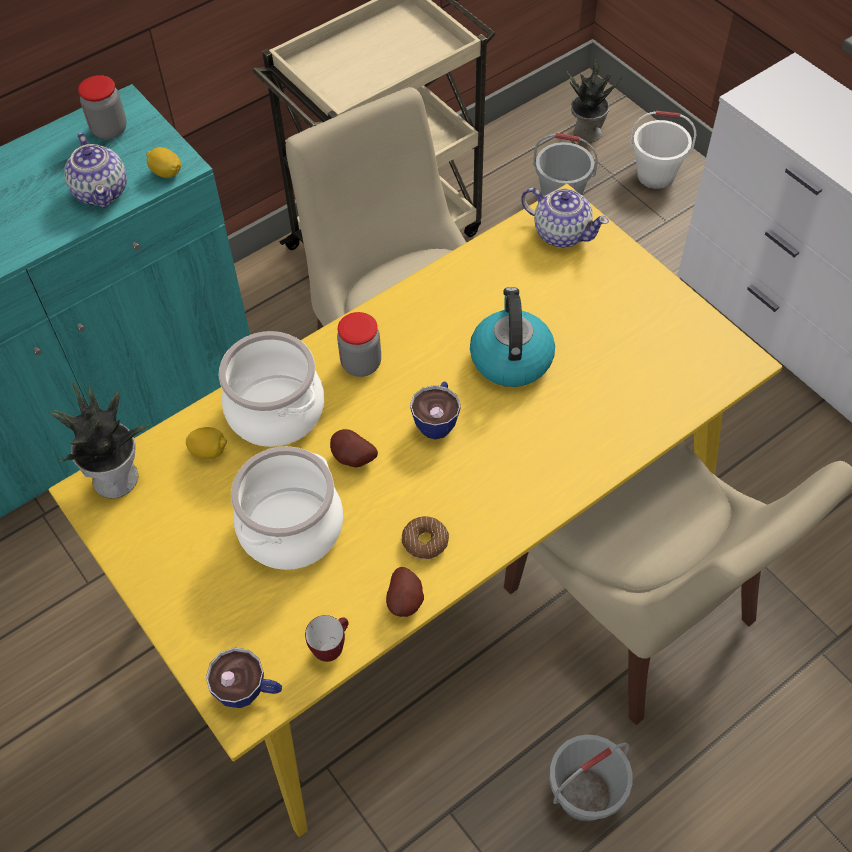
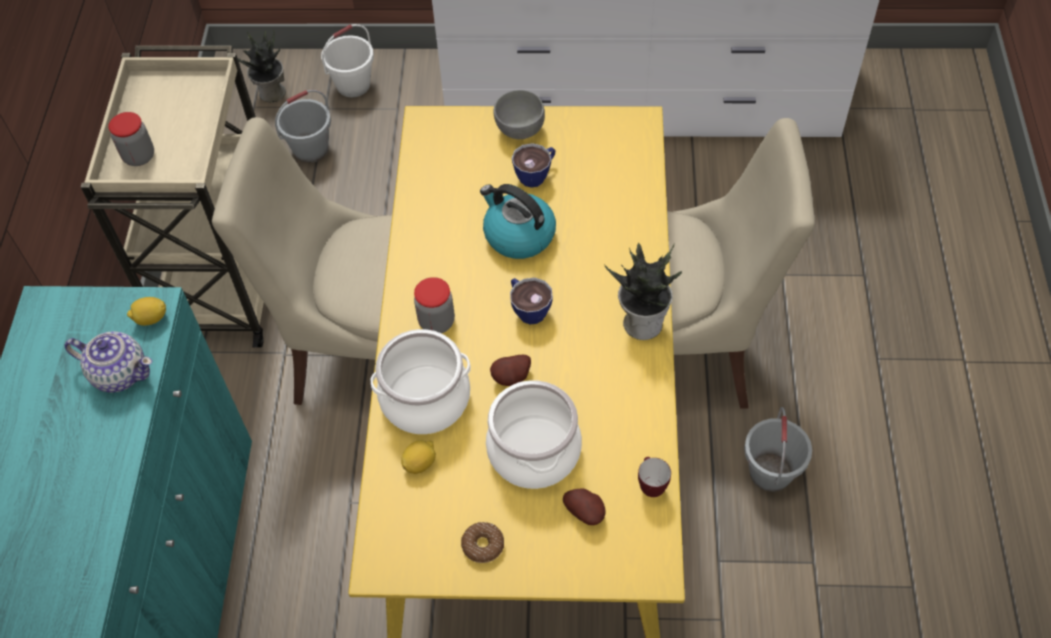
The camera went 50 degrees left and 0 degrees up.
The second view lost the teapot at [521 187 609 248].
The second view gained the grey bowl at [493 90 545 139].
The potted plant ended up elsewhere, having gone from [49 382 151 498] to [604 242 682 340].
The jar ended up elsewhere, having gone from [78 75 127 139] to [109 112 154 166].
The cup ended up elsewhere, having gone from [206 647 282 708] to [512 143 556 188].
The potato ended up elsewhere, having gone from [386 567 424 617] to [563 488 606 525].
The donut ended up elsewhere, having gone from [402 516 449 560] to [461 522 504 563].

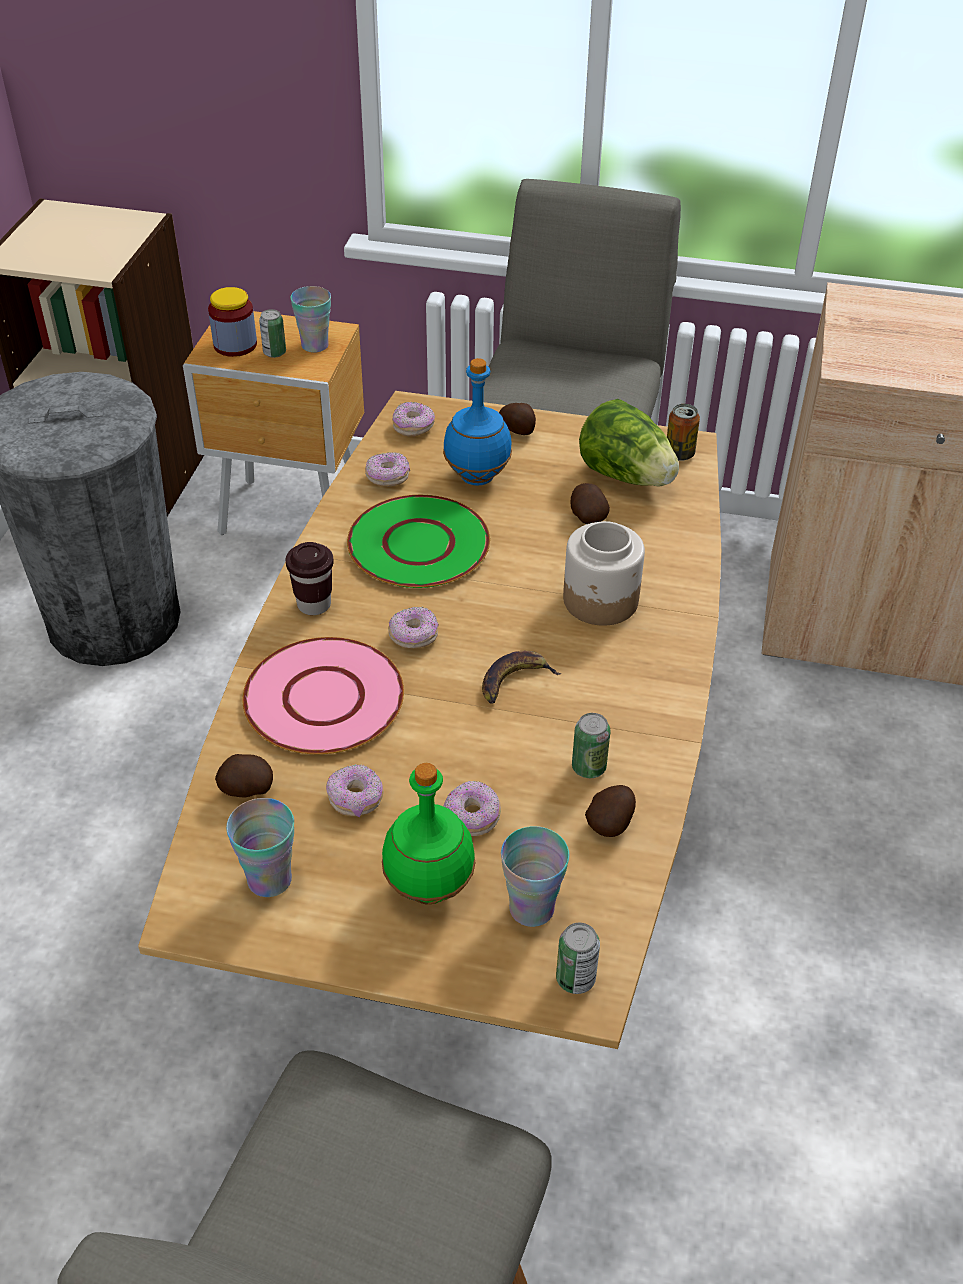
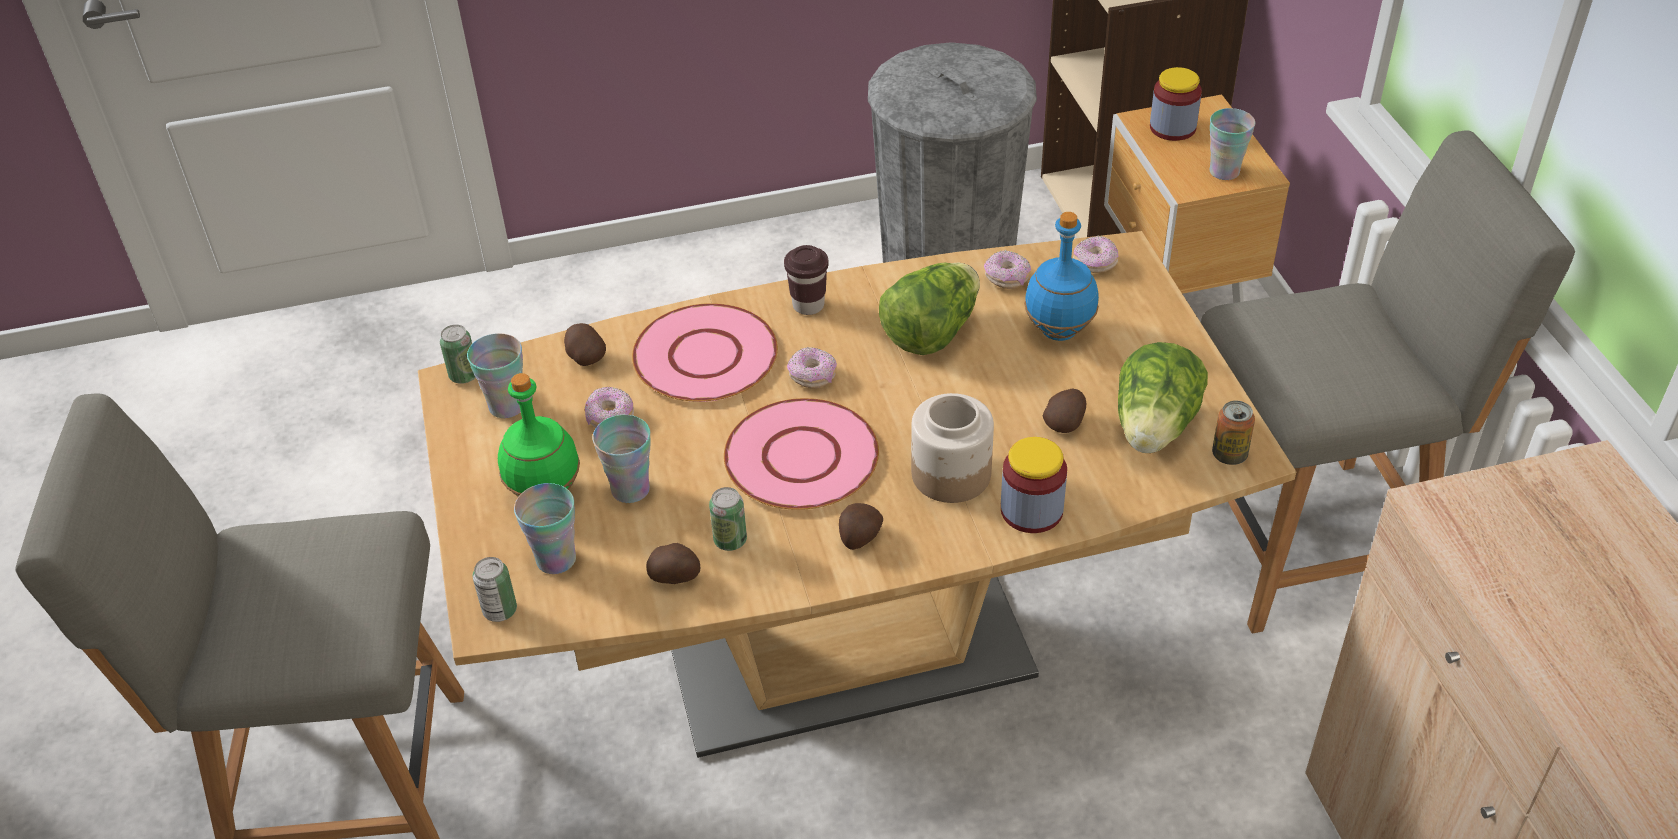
The camera went 65 degrees right and 0 degrees up.
The second view gained the jar at [1001 437 1067 533].
The can ended up elsewhere, having gone from [259 309 286 358] to [439 325 476 384].
The potato ended up elsewhere, having gone from [499 403 536 435] to [839 503 883 550].
Where the green plate stood at [347 495 490 588], the lettuce came to stand at [879 262 980 355].
Where the donut stood at [443 781 501 836], the cup came to stand at [593 415 651 503].
Where the banana stood at [482 651 562 704], the pink plate came to stand at [724 398 879 510].

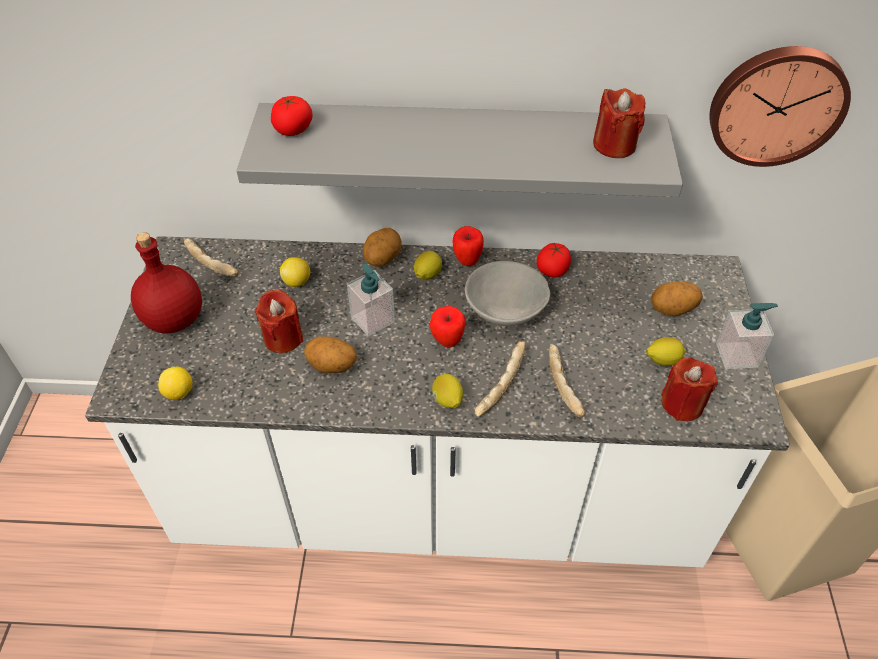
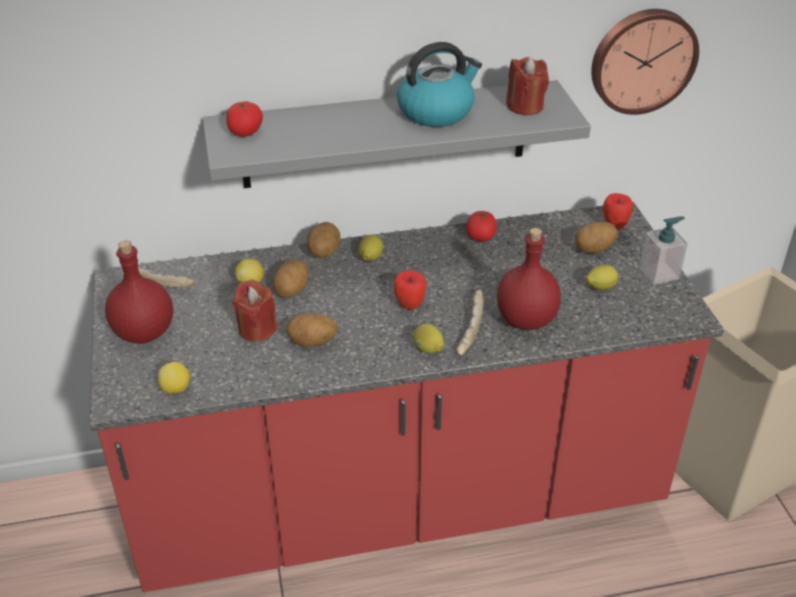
The camera went 15 degrees left and 10 degrees down.
The second view lost the soap dispenser at [347 264 395 336].
The second view lost the grey bowl at [465 261 550 326].
The second view lost the red candle at [661 357 718 421].
The second view gained the potato at [273 258 308 298].
The second view gained the kettle at [397 42 482 127].
The apple ended up elsewhere, having gone from [453 226 484 266] to [603 193 633 230].
Where the bread stood at [549 345 586 418], the red bottle came to stand at [497 228 561 330].
What was the white counter at [85 236 790 568] turned into the red counter at [89 202 724 592].

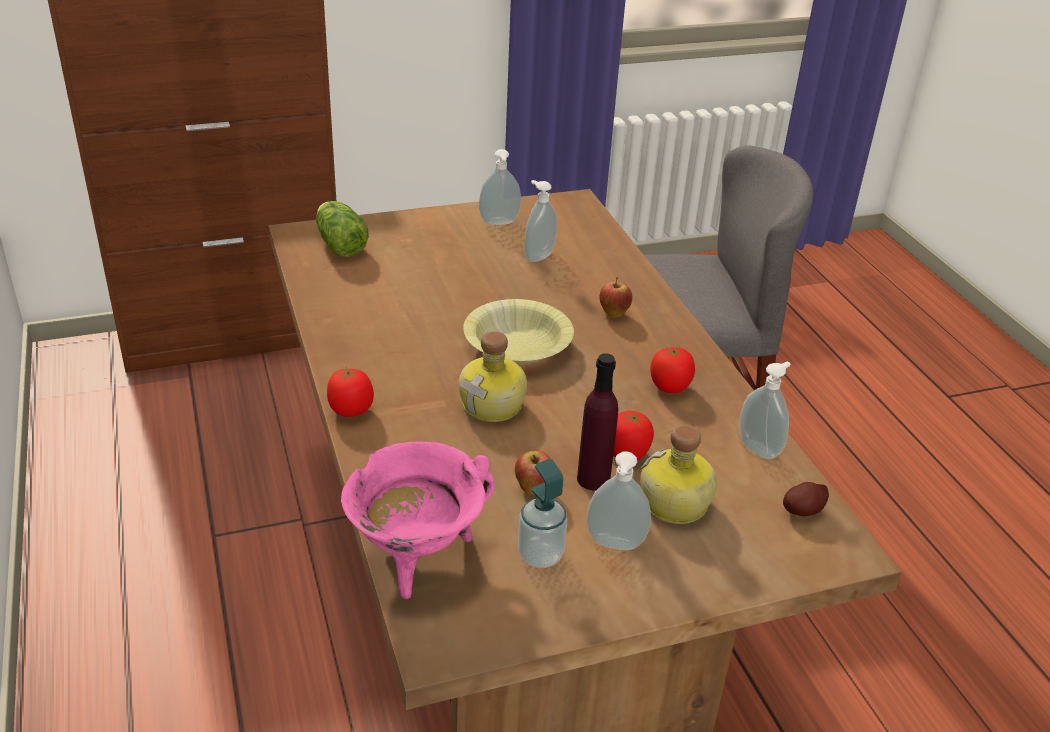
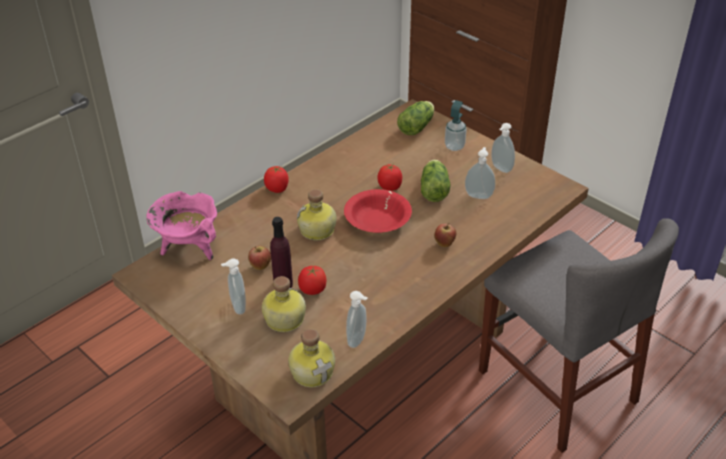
The camera went 65 degrees right and 5 degrees up.
The second view gained the lettuce at [421 160 451 202].
The soap dispenser ended up elsewhere, having gone from [518 459 567 568] to [445 100 467 151].
The tomato ended up elsewhere, having gone from [650 346 695 394] to [378 164 402 191].
Where the potato stood at [783 482 829 517], the bottle came to stand at [288 329 335 387].
What was the yellow bowl at [463 299 574 364] turned into the red bowl at [344 189 412 233].

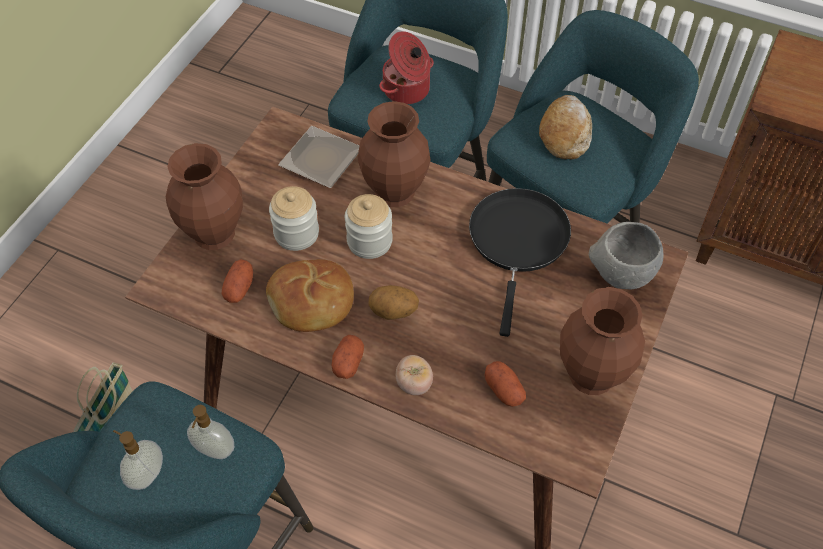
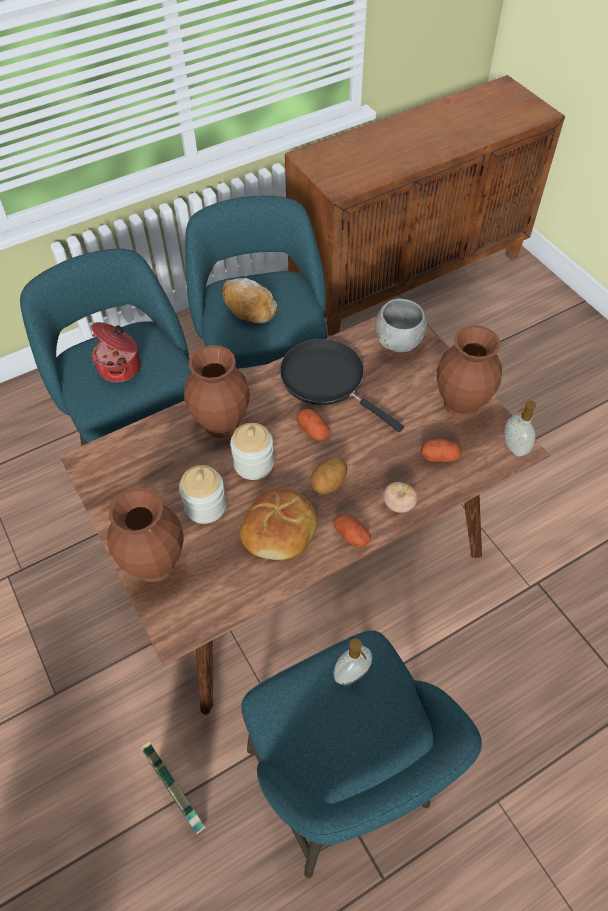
The camera went 55 degrees left and 0 degrees up.
The second view lost the plate at [278 126 359 188].
The soap dispenser ended up elsewhere, having gone from [113 430 163 490] to [504 401 536 456].
The potato ended up elsewhere, having gone from [222 259 253 303] to [297 409 331 441].

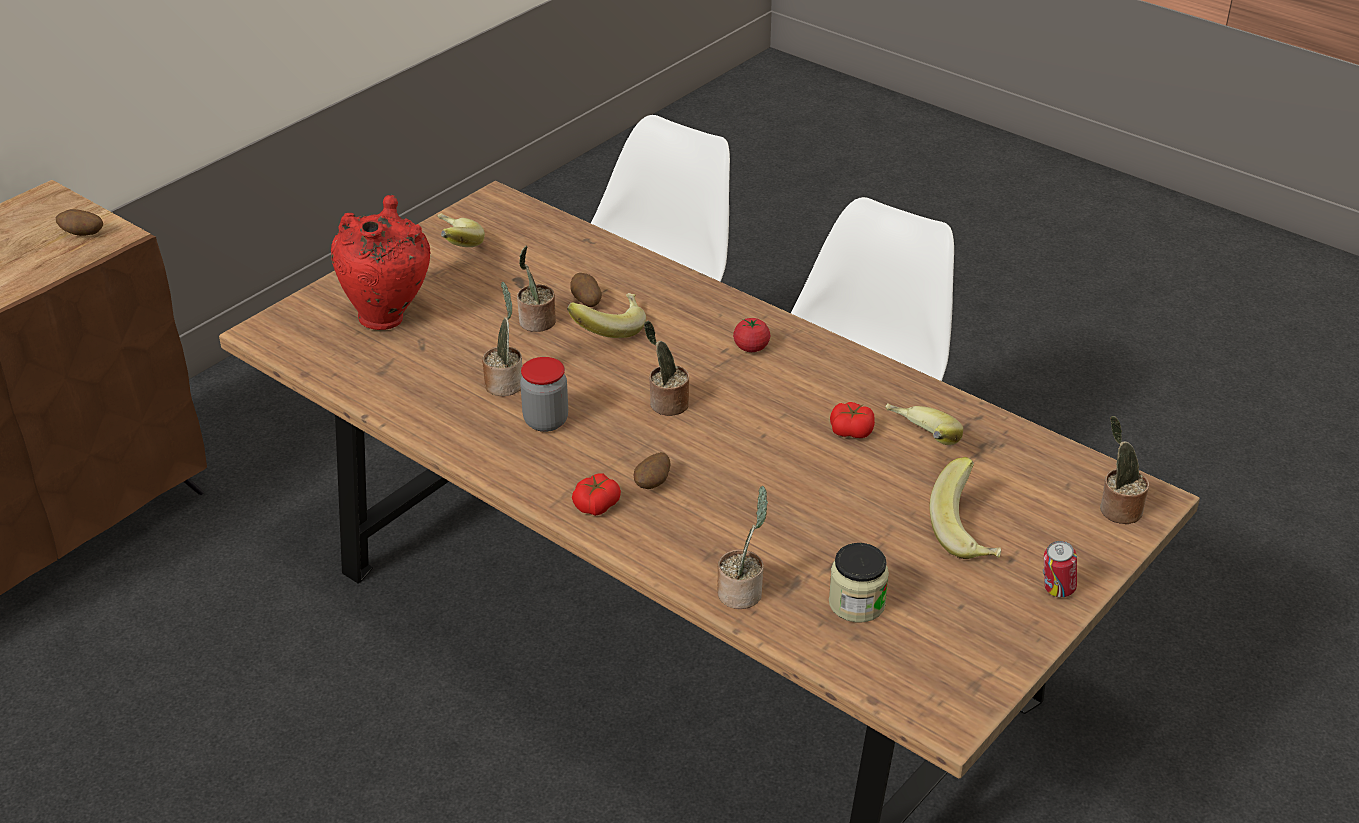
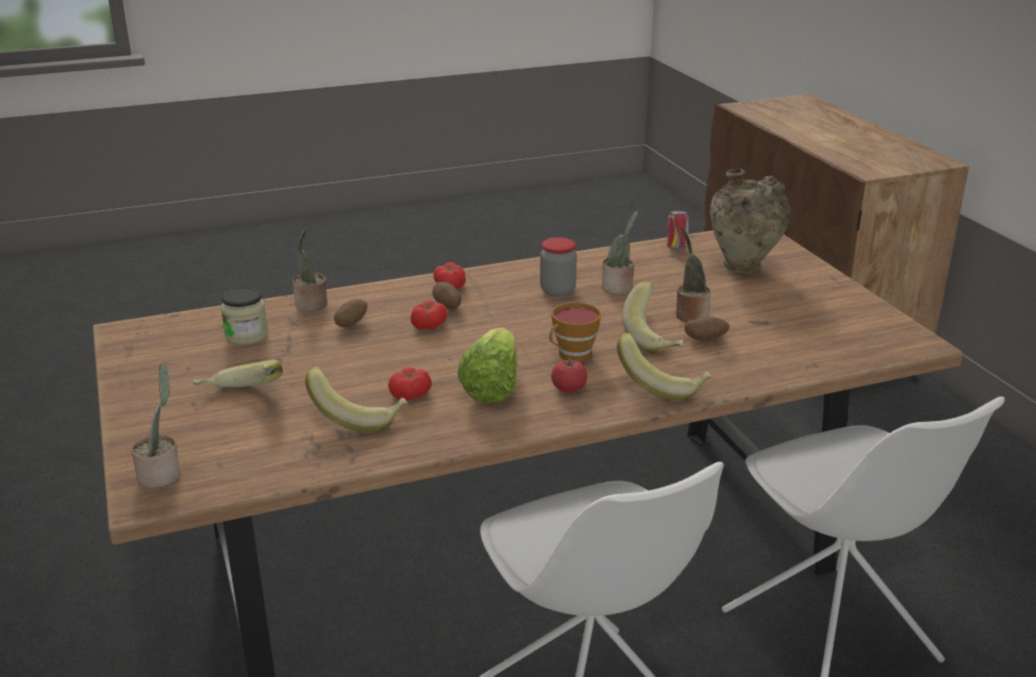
The camera went 120 degrees right and 10 degrees down.
The second view lost the potted plant at [644 320 689 416].
The second view gained the tomato at [411 300 448 330].
The second view gained the lettuce at [458 327 517 403].
The second view gained the cup at [549 302 601 362].
The potato ended up elsewhere, having gone from [56 209 103 236] to [334 299 367 327].
The banana ended up elsewhere, having gone from [437 213 485 247] to [617 333 712 400].
The can ended up elsewhere, having gone from [1043 541 1077 597] to [667 211 689 250].
What was the red vase at [331 195 431 330] turned into the beige vase at [710 169 791 274].

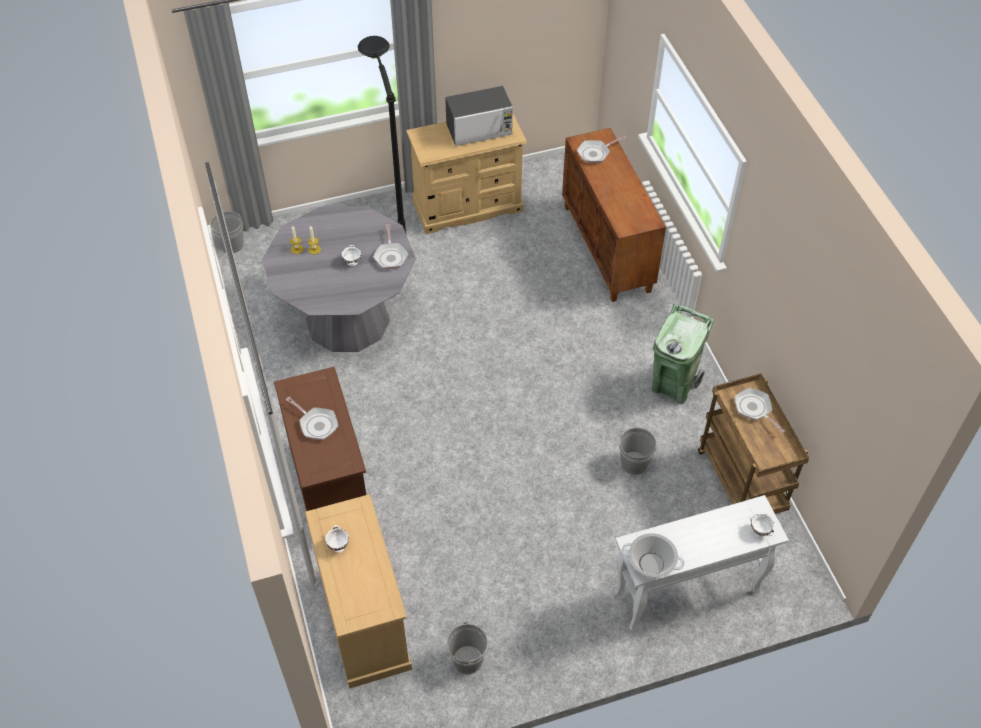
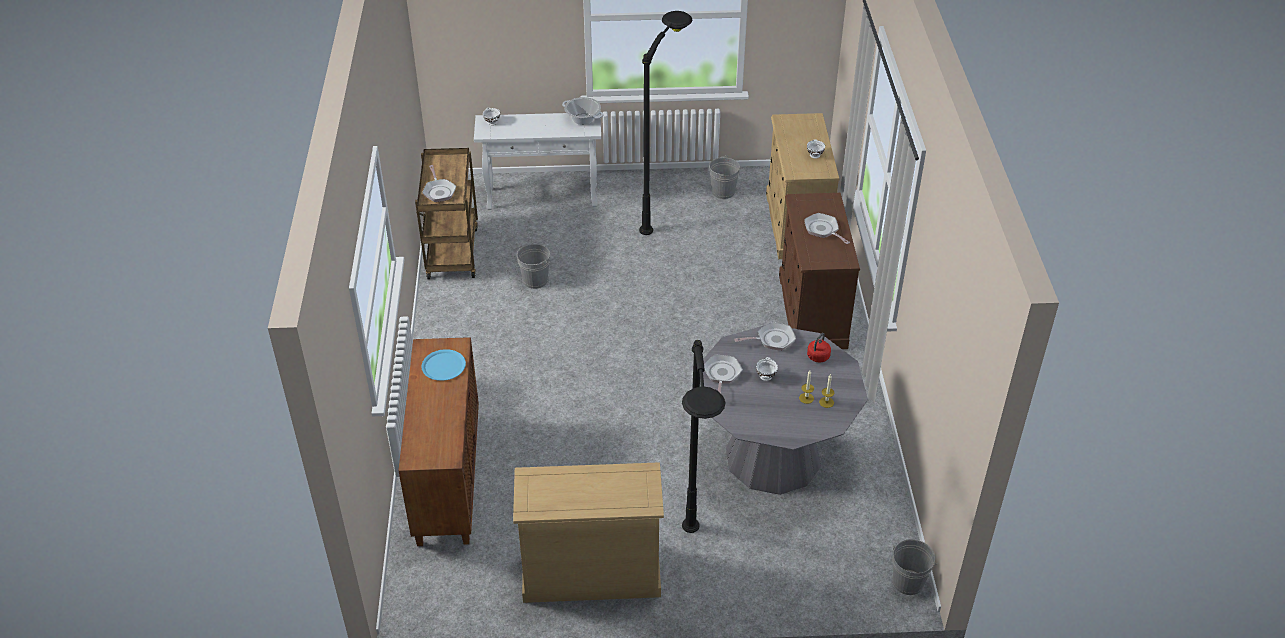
The camera went 165 degrees left and 10 degrees down.
The second view lost the microwave at [445 86 513 146].
The second view lost the green trash can at [652 304 714 404].
The second view gained the blue plate at [422 349 466 381].
The second view gained the black floor lamp at [639 11 693 235].
The second view gained the red kettle at [807 333 831 362].
The frying pan ended up elsewhere, having gone from [577 136 626 163] to [734 322 796 351].

